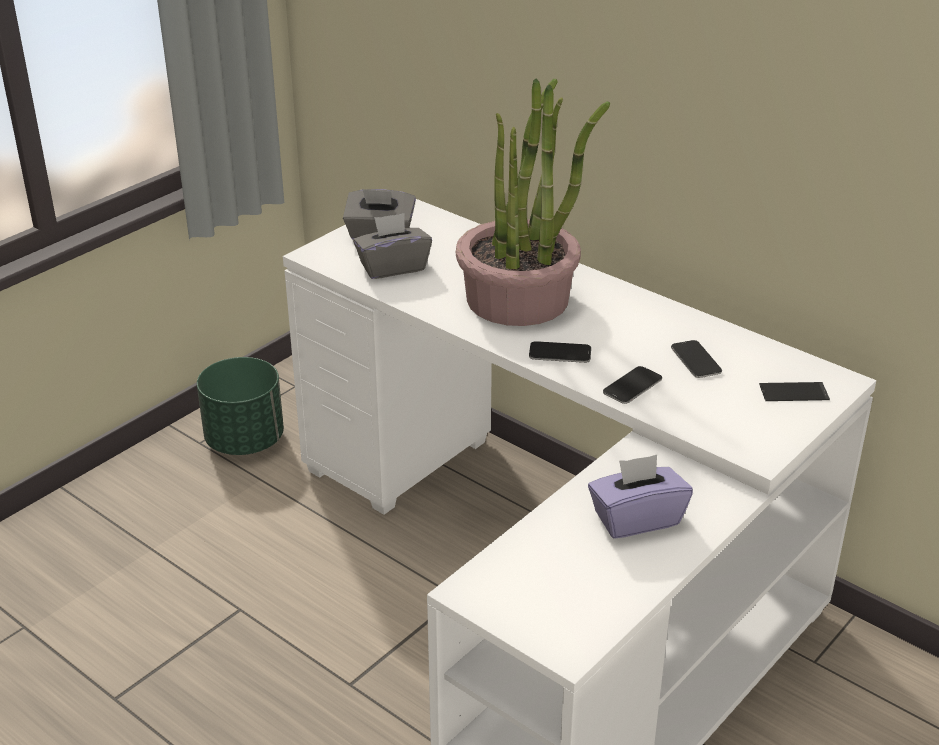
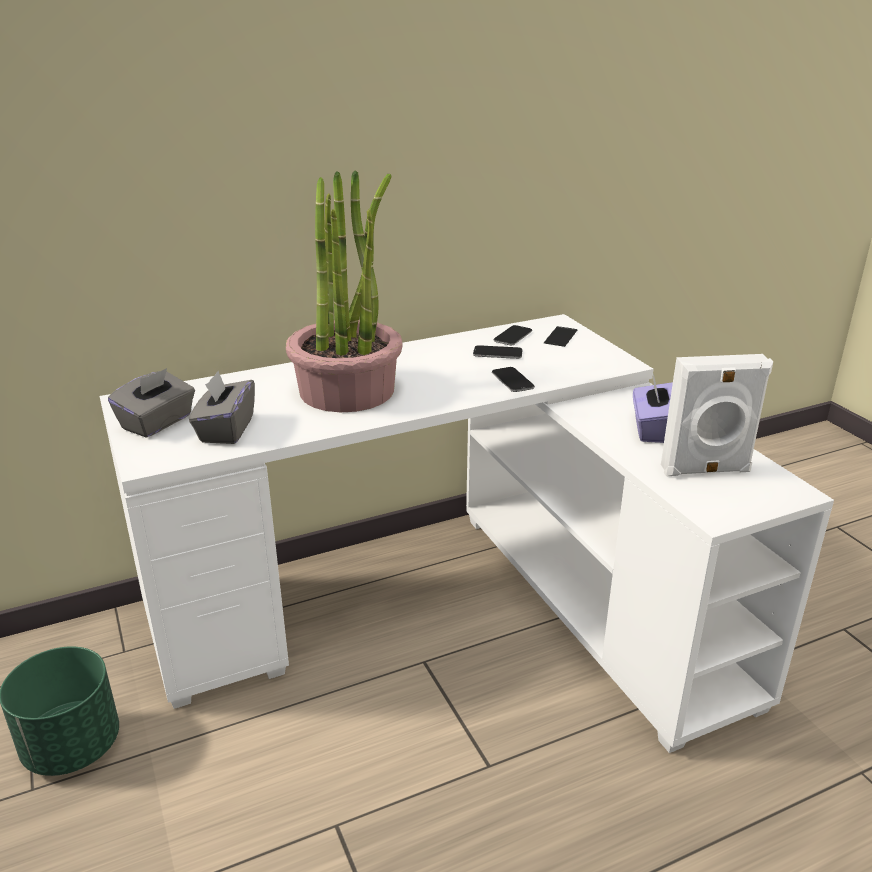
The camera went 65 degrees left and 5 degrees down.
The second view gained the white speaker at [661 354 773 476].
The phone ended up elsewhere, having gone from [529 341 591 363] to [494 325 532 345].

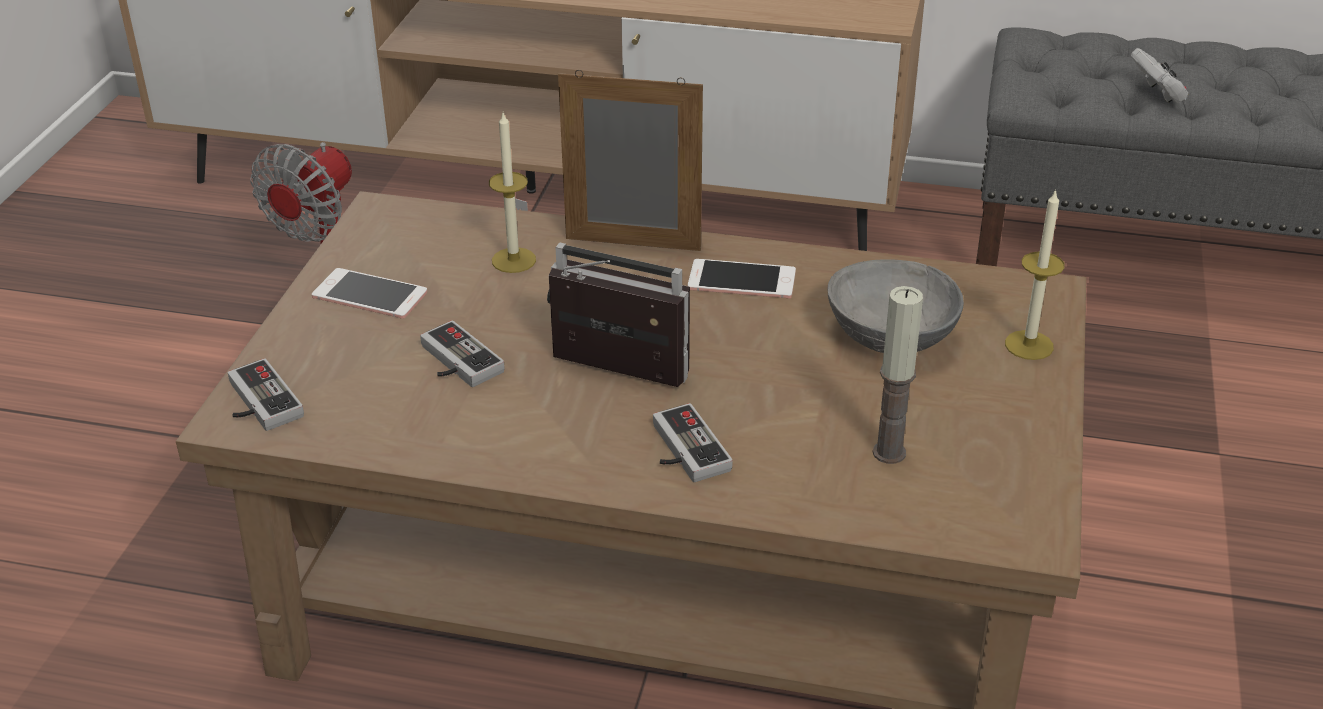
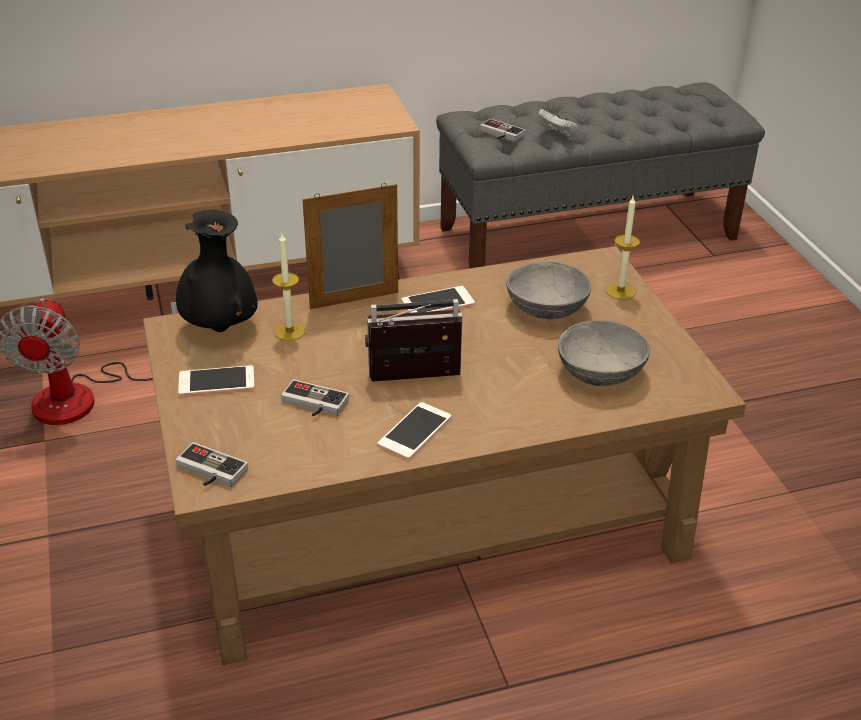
The camera went 30 degrees left and 0 degrees up.
The second view gained the black vase at [176 210 258 332].
The second view gained the phone at [378 402 451 460].
The game controller ended up elsewhere, having gone from [653 403 733 482] to [480 119 525 142].
Where the candle stood at [873 286 923 464], the grey bowl came to stand at [558 320 650 386].

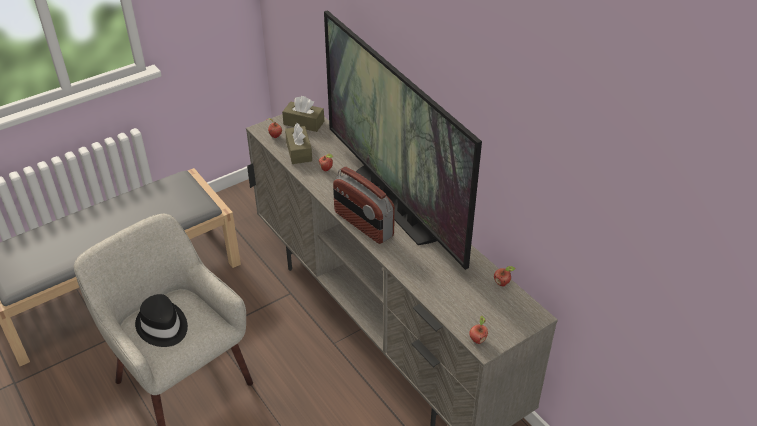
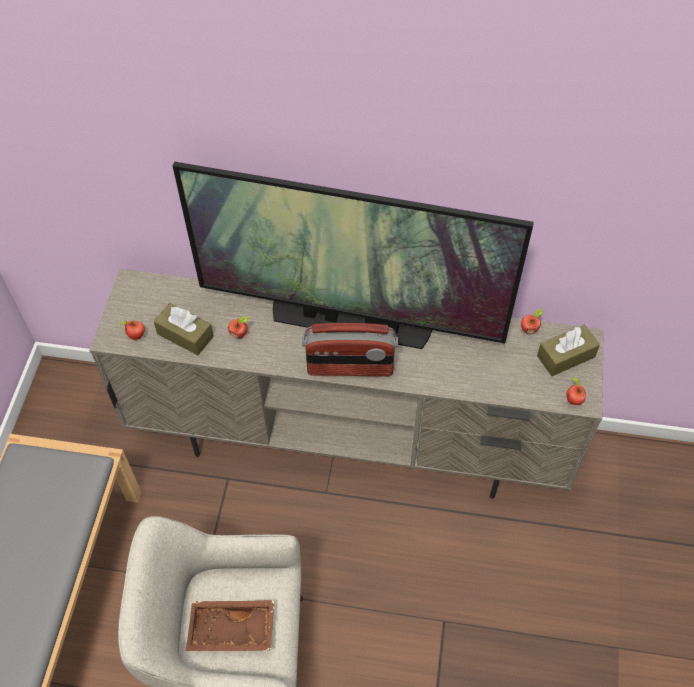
The camera went 45 degrees left and 15 degrees up.
The brown tissue box ended up elsewhere, having gone from [282 96 324 132] to [537 325 600 376].
Where the black hat stood at [135 294 188 347], the brown tray came to stand at [186 600 275 651].

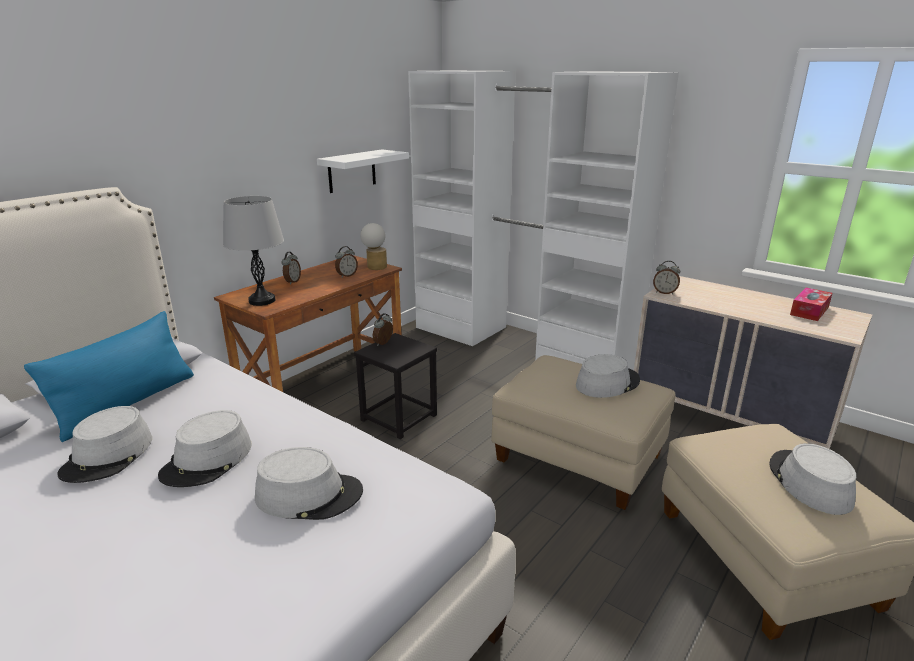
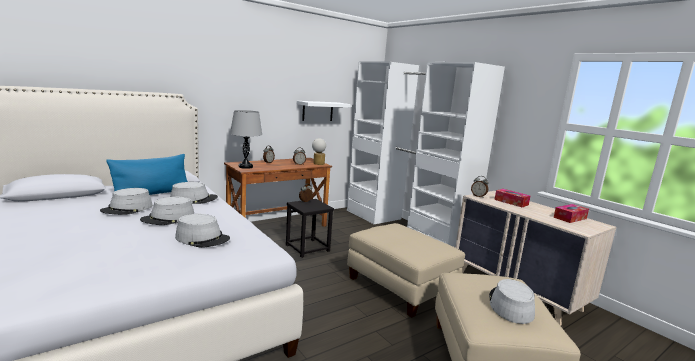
The camera went 15 degrees right and 10 degrees down.
The second view gained the tissue box at [494 189 530 207].
The grey hat ended up elsewhere, having gone from [576 354 640 398] to [170 182 218 204].

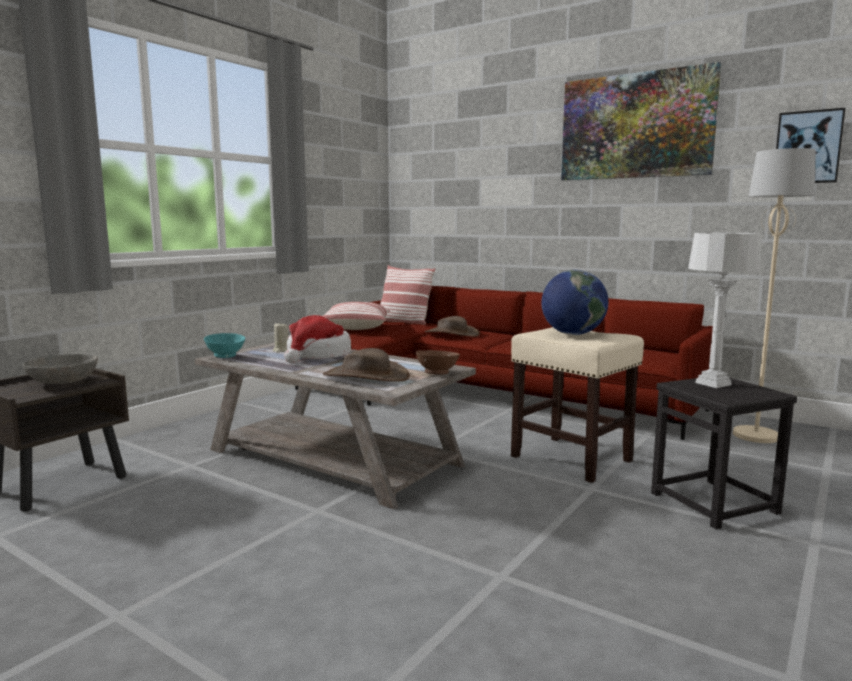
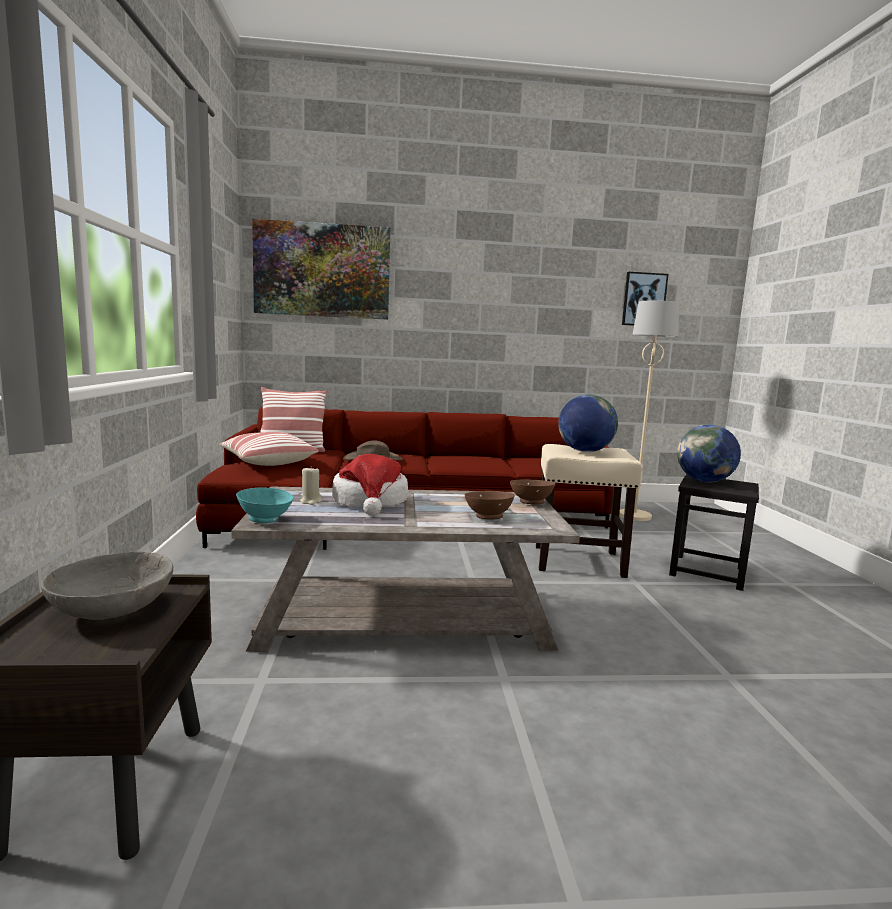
The camera went 40 degrees left and 0 degrees up.
The picture ended up elsewhere, having gone from [561 62 721 180] to [252 219 391 320].
Where the brown hat stood at [323 348 410 382], the brown bowl came to stand at [465 491 515 519].
Where the grey table lamp stood at [688 233 761 388], the globe came to stand at [677 425 741 482].

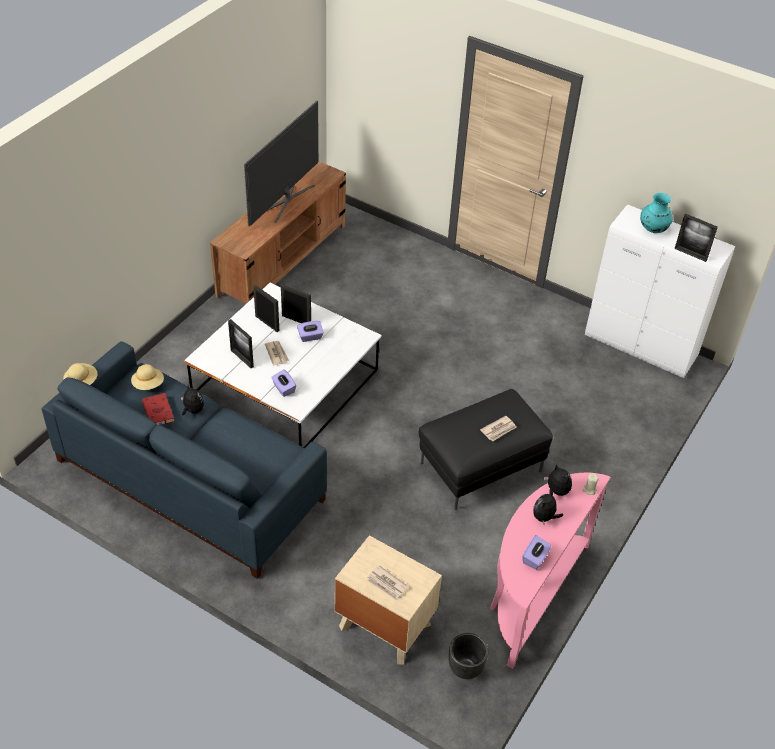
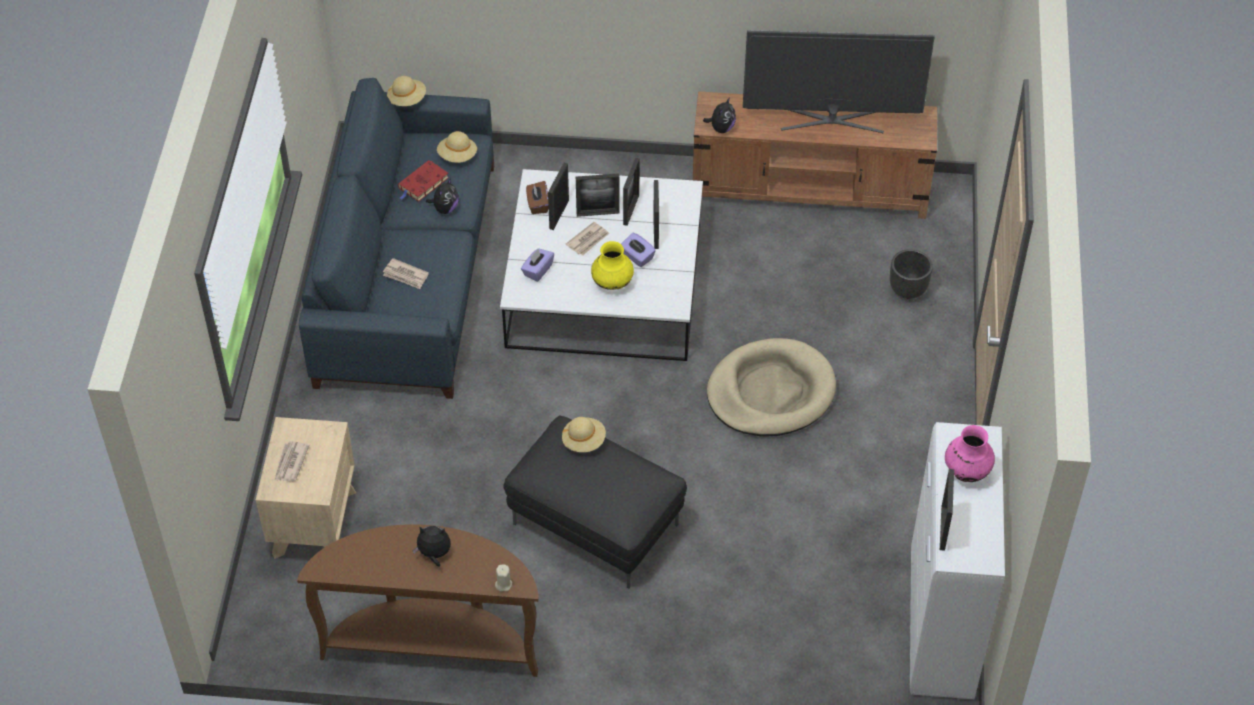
The camera went 65 degrees right and 5 degrees up.
The second view lost the purple tissue box at [522 535 551 570].
The second view gained the brown tissue box at [526 181 549 214].
The second view gained the beige hat at [562 417 606 452].
The second view gained the picture frame at [576 173 620 217].
The second view gained the yellow vase at [591 241 634 290].
The second view gained the beige dog bed at [707 338 836 436].
The black planter ended up elsewhere, having gone from [449 633 488 679] to [890 249 933 299].
The newspaper ended up elsewhere, having gone from [480 416 516 441] to [383 258 429 289].
The plush toy ended up elsewhere, having gone from [544 464 572 496] to [703 97 736 133].
What was the pink console table at [490 473 611 669] turned into the brown console table at [297 524 539 677].
What was the turquoise vase at [640 193 673 233] turned into the pink vase at [945 425 995 482].

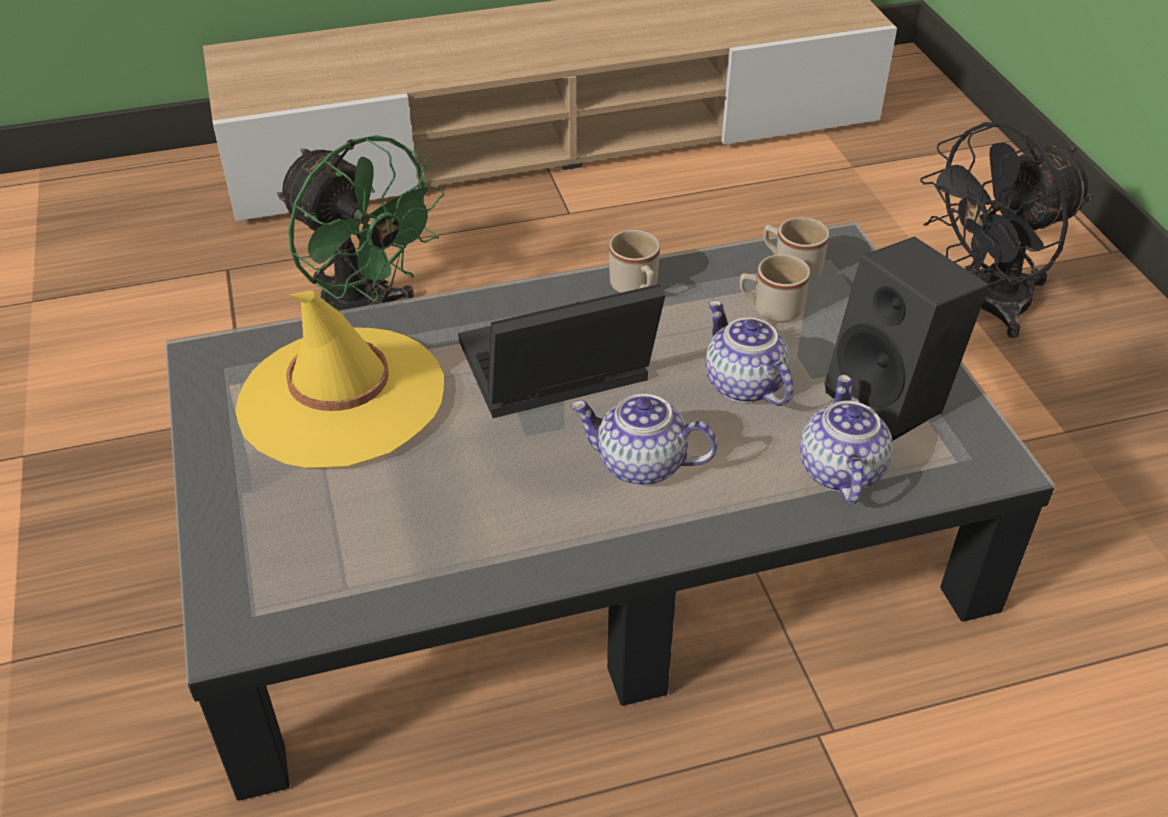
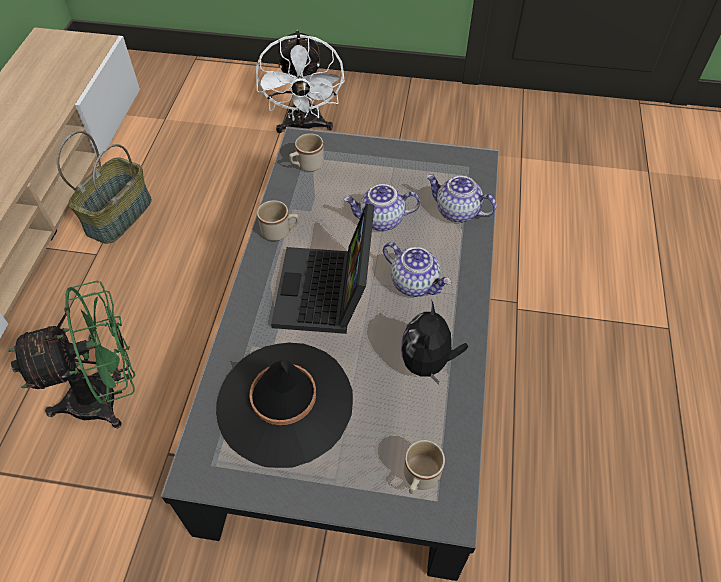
The camera went 65 degrees left and 10 degrees up.
The second view lost the black speaker at [825 236 989 441].
The second view gained the basket at [57 131 152 244].
The second view gained the plush toy at [401 301 468 385].
The beige mug ended up elsewhere, having gone from [739 254 810 322] to [404 440 445 494].
What was the yellow hat at [235 290 444 468] turned into the black hat at [216 342 353 468].
What was the black fan at [920 122 1093 338] turned into the white fan at [256 30 345 133].
The teapot at [570 394 718 486] ended up facing another way, 90 degrees counterclockwise from before.

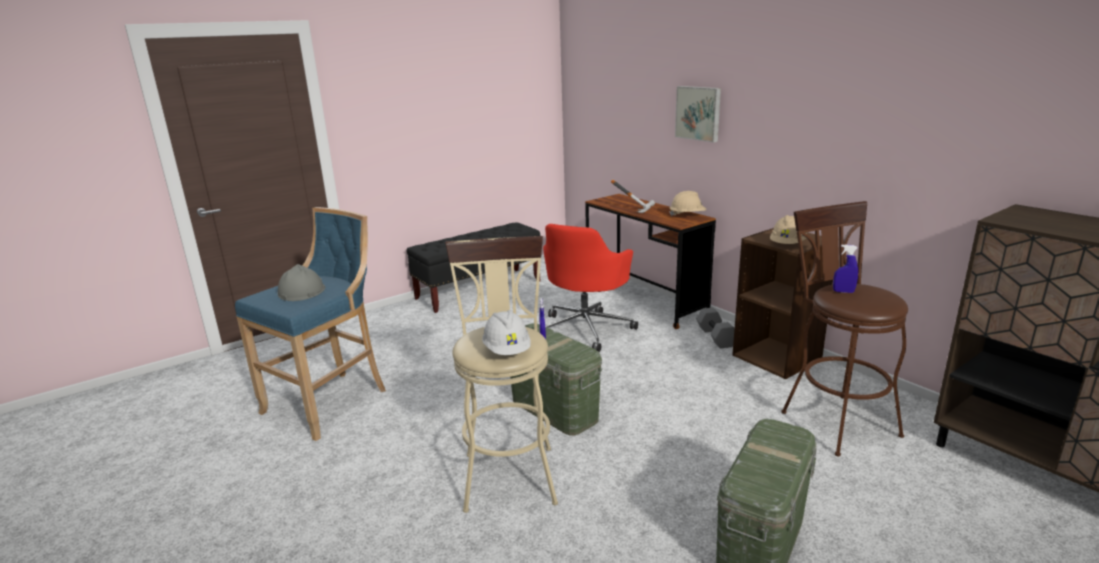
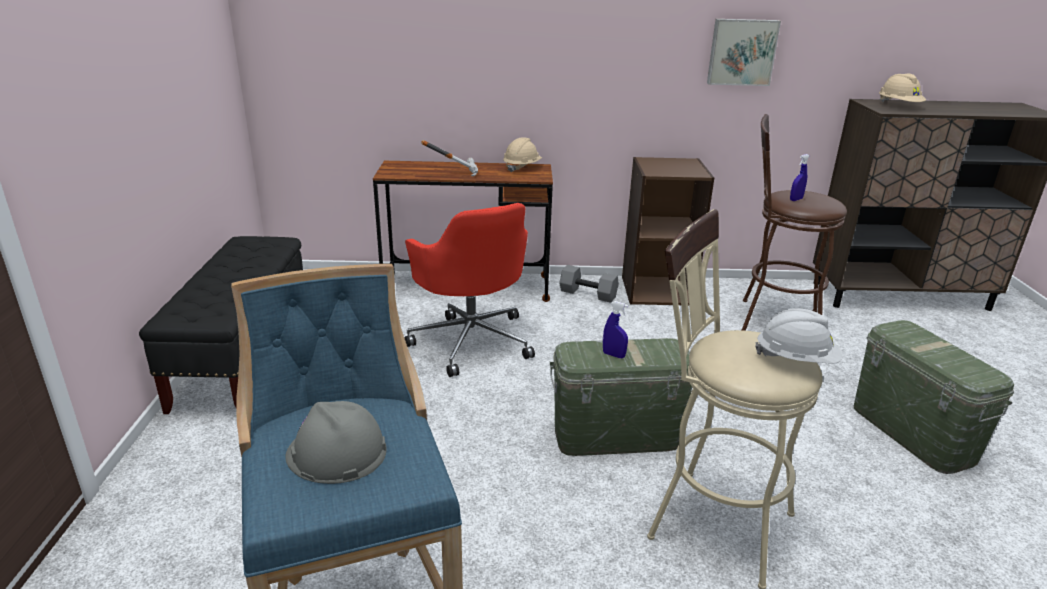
The camera went 55 degrees left and 5 degrees up.
The picture ended up elsewhere, having gone from [675 86 721 142] to [707 19 781 86].
The beige hard hat ended up elsewhere, having gone from [770 215 807 244] to [879 74 926 102].

